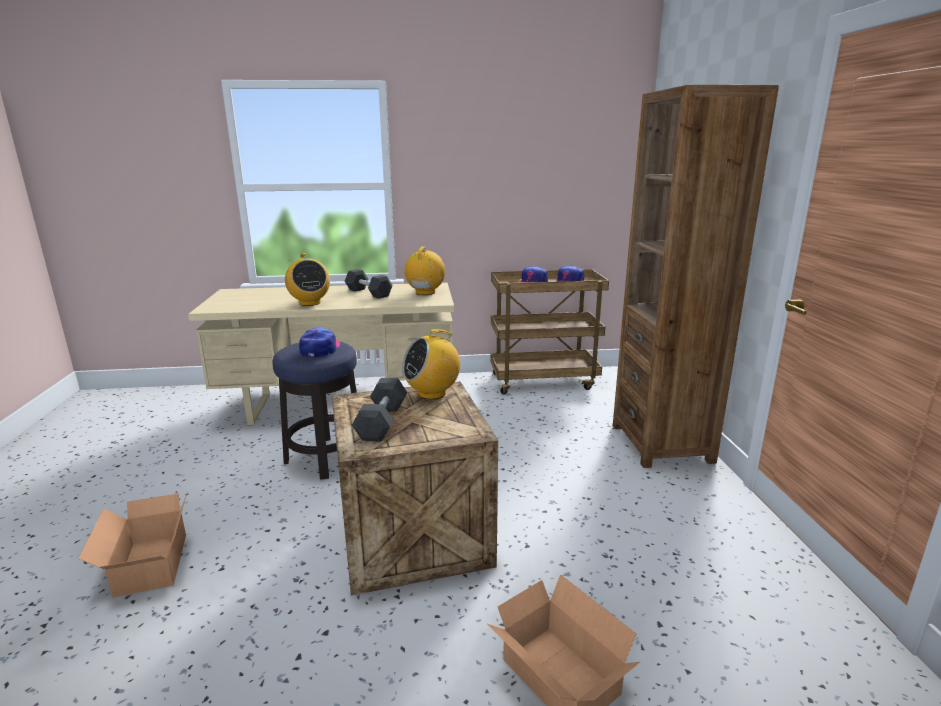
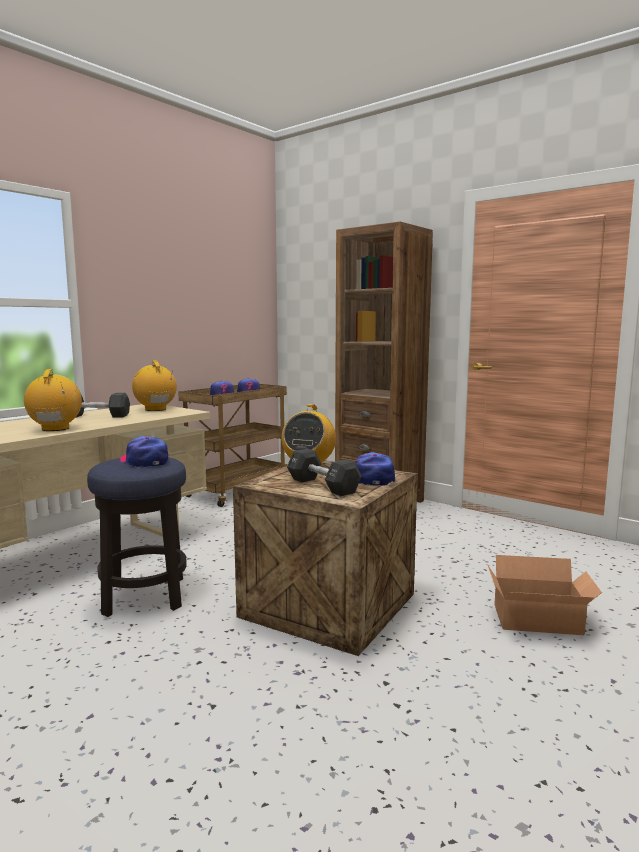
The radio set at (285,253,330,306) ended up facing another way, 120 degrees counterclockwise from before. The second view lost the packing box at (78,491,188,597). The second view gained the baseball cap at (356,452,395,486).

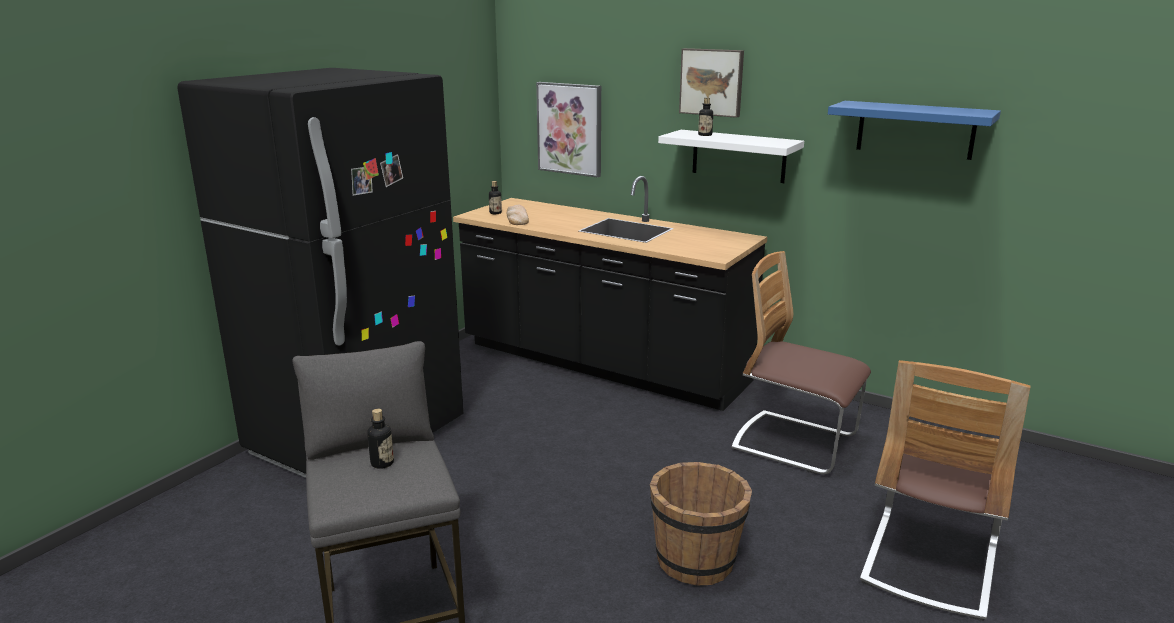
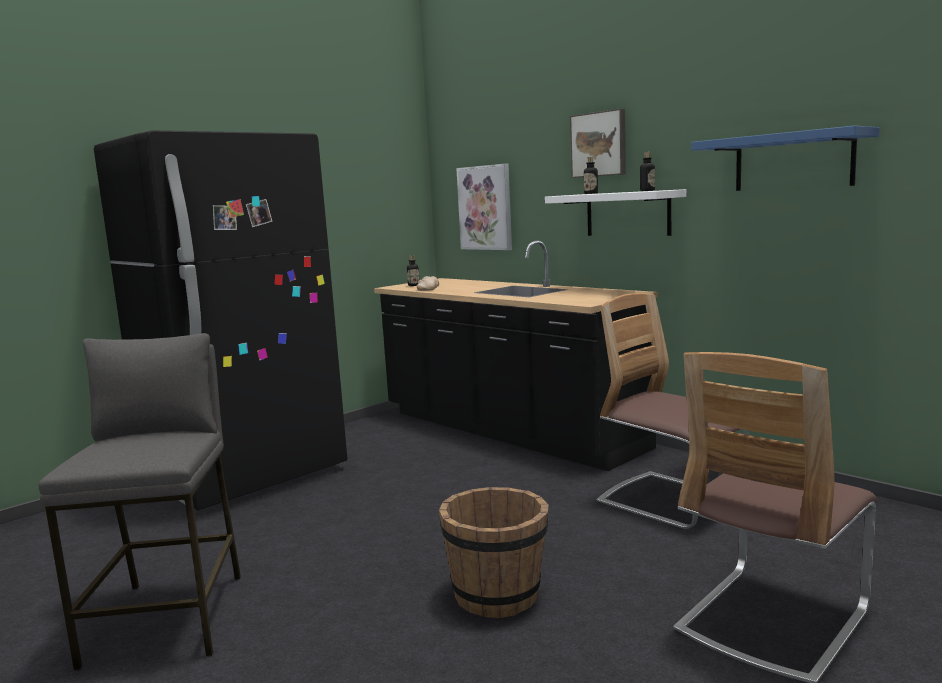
The drink bottle ended up elsewhere, having gone from (367,409,394,469) to (640,152,655,191).

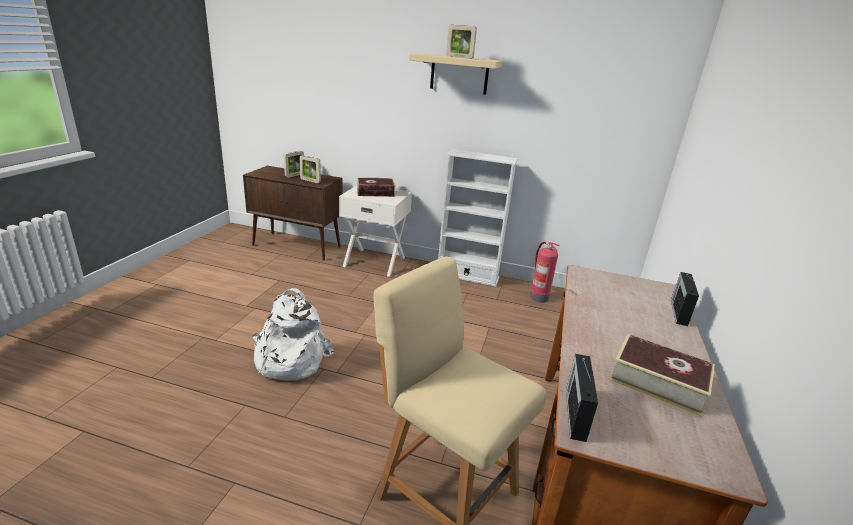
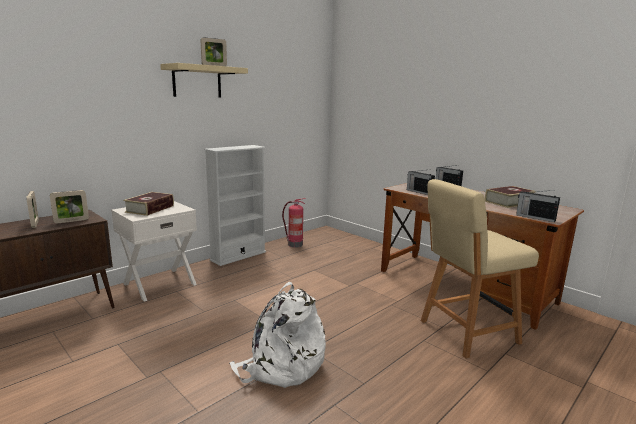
The second view gained the radio set at (407,170,435,195).

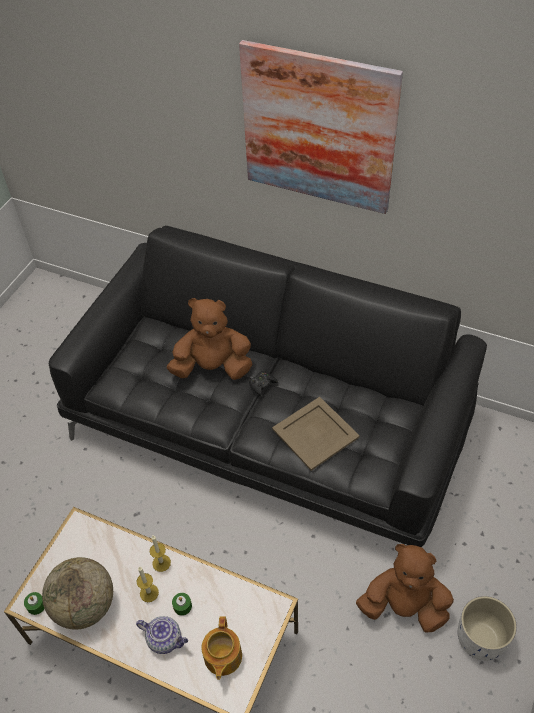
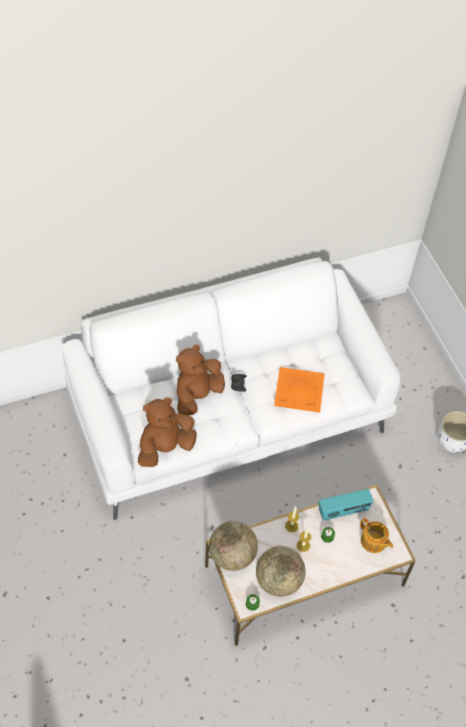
The second view lost the picture at (239,40,403,214). What was the black settee at (49,226,487,547) turned into the white-coloured settee at (62,258,401,520). What was the beige-coloured tray at (272,397,360,471) turned into the orange tray at (274,367,325,413). The brown soft toy ended up elsewhere, having gone from (356,544,454,633) to (138,397,197,467). The second view lost the teapot at (136,616,188,654). The second view gained the radio set at (319,489,373,521). The second view gained the world globe at (209,521,258,571).

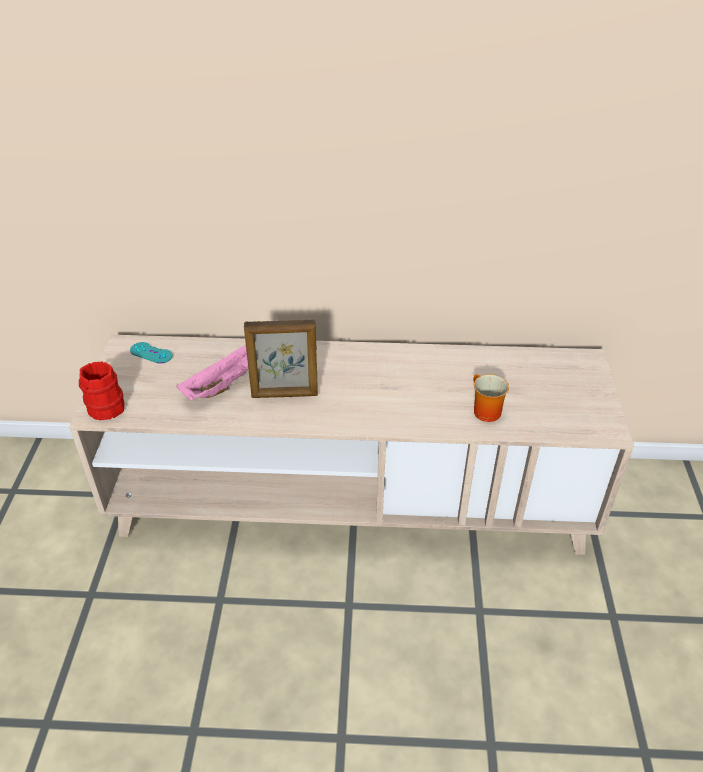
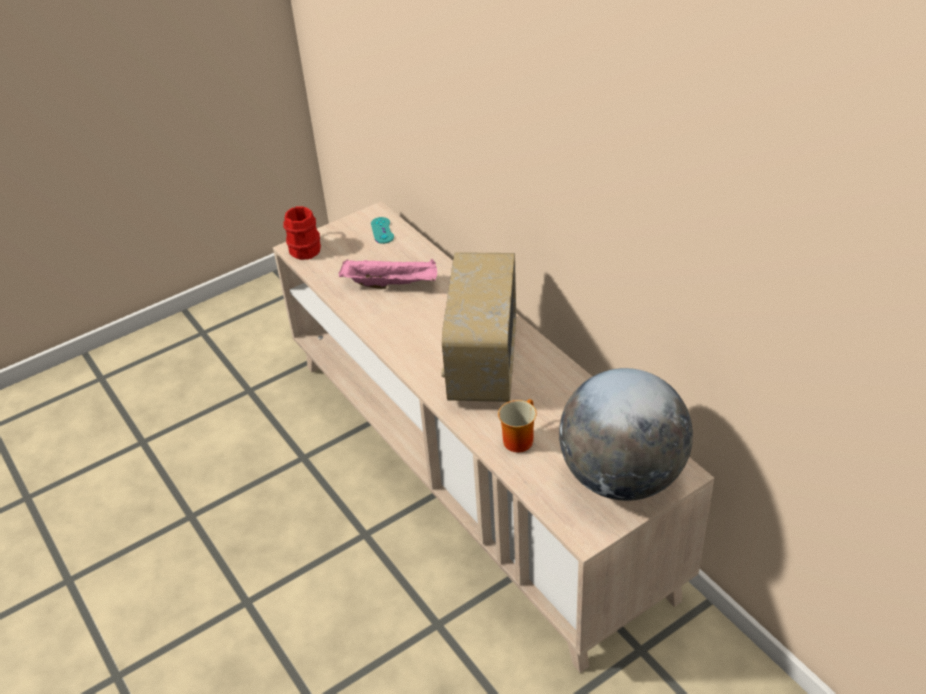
The second view lost the picture frame at (244,320,318,398). The second view gained the radio set at (441,252,516,402). The second view gained the world globe at (559,368,693,501).

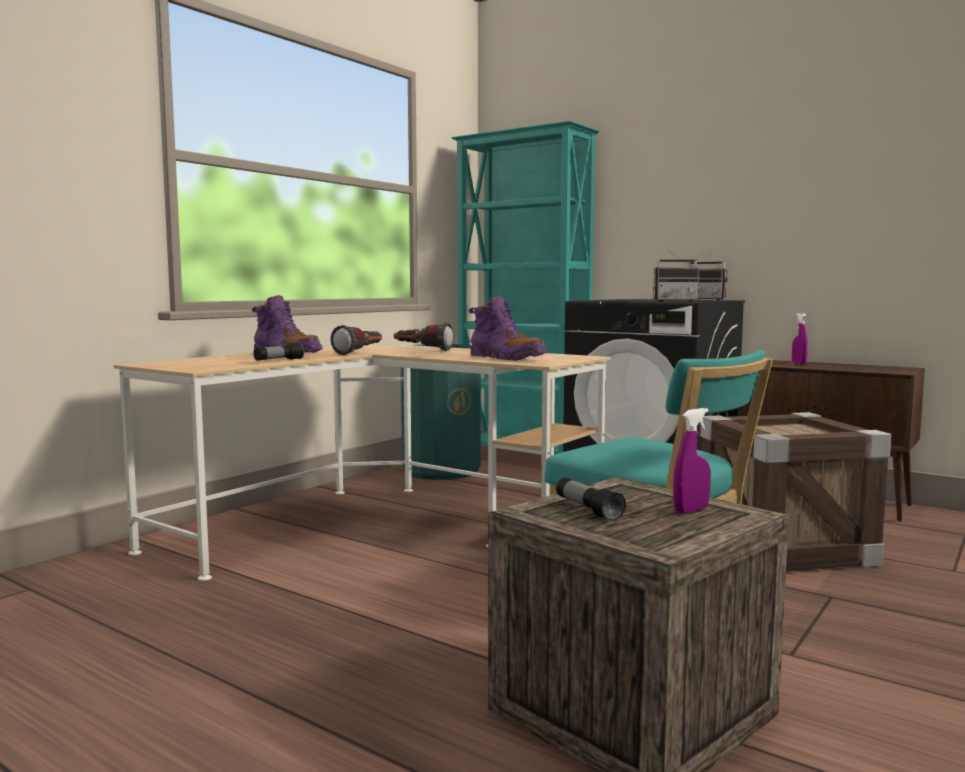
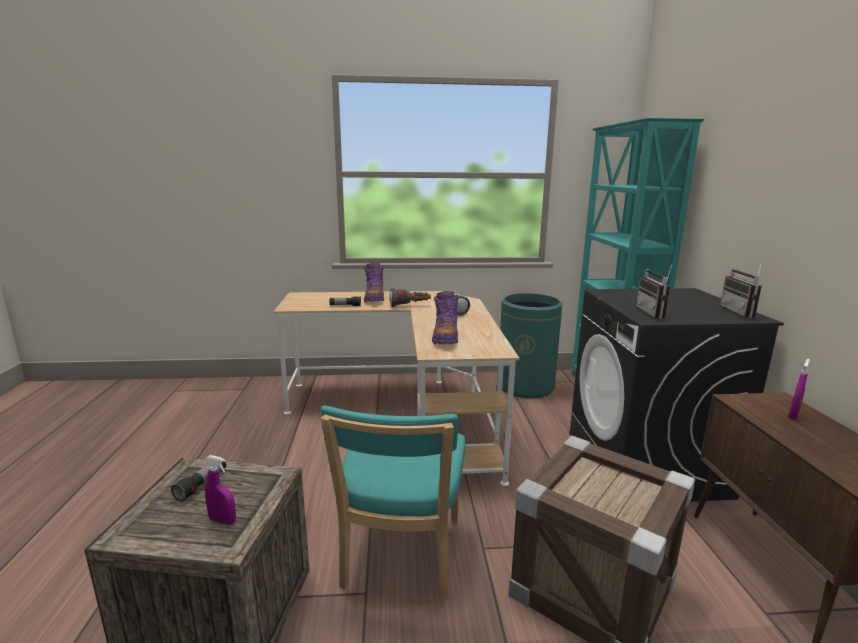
The radio set at (653,249,700,302) ended up facing another way, 45 degrees clockwise from before.

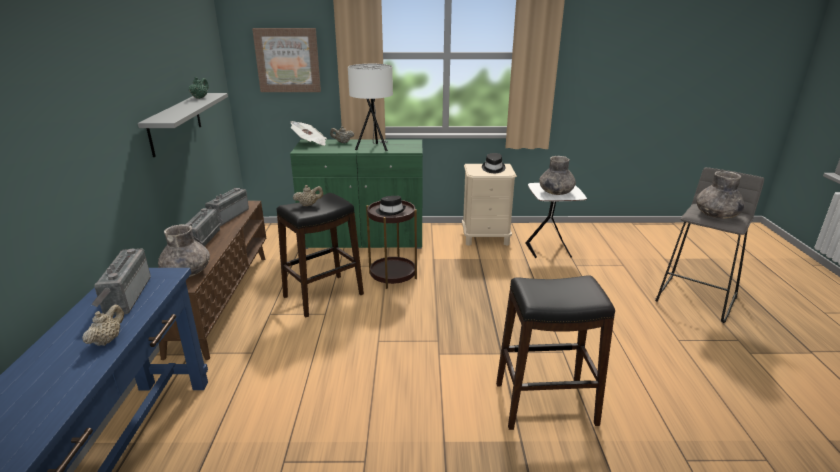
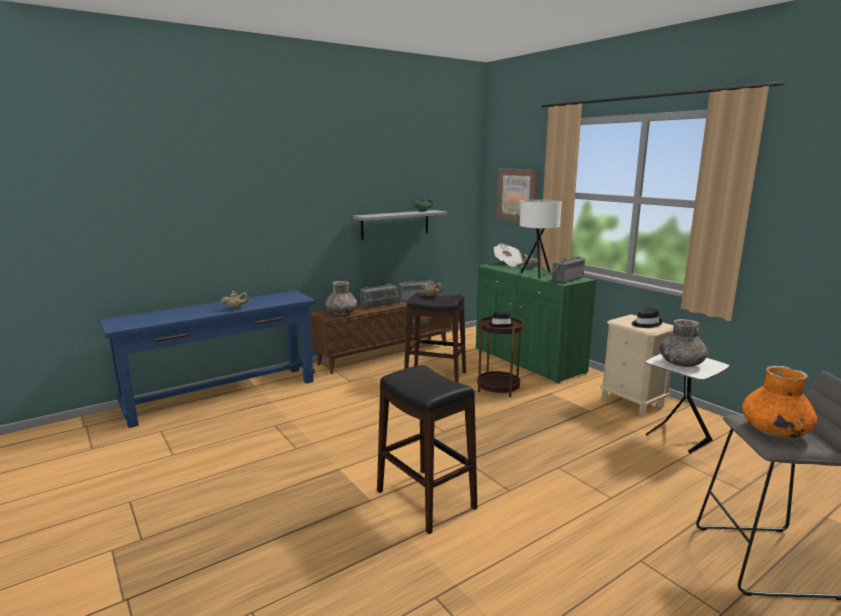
What was the gray vase at (696,171,745,219) turned into the orange vase at (742,366,817,439). The radio set ended up elsewhere, having gone from (92,248,151,316) to (549,256,585,283).

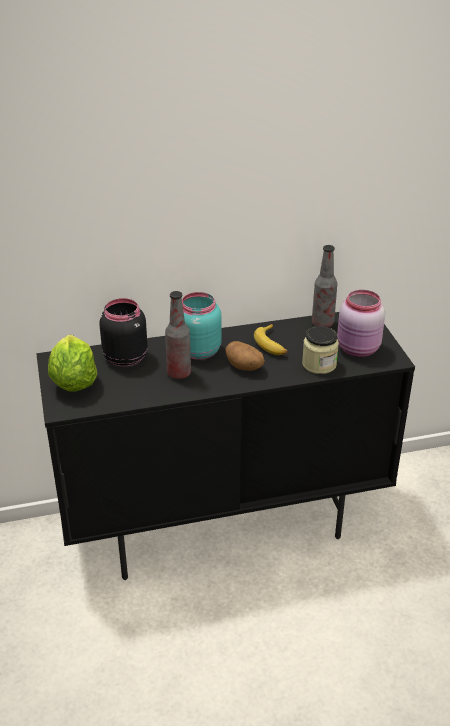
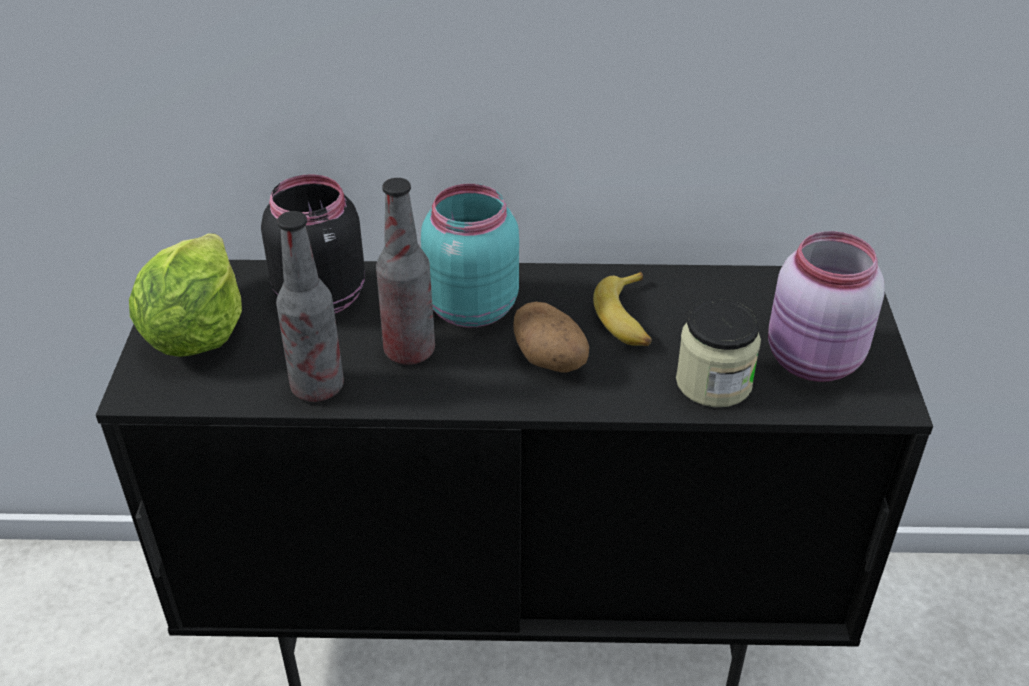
The drink bottle ended up elsewhere, having gone from (312,245,337,327) to (276,211,344,402).

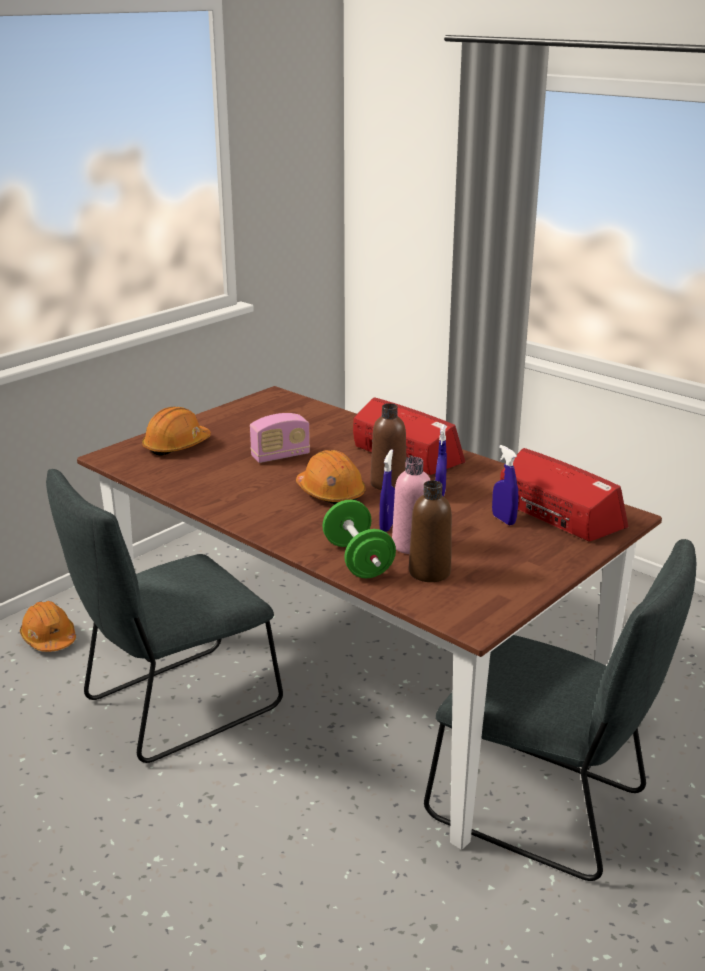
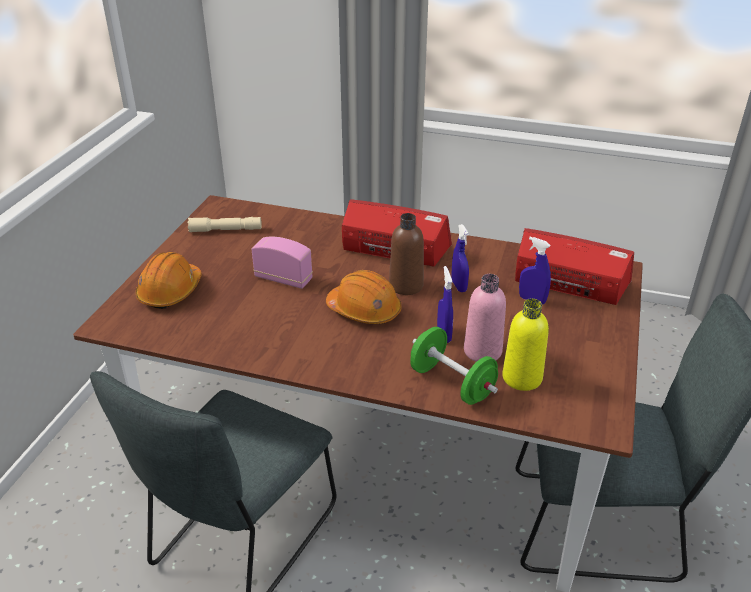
The radio set at (250,413,310,463) ended up facing another way, 105 degrees counterclockwise from before. What was the brown drink bottle at (409,480,452,582) turned into the yellowish drink bottle at (502,298,549,391). The second view lost the orange safety helmet at (20,601,76,652). The second view gained the beige-coloured torch at (188,217,262,232).

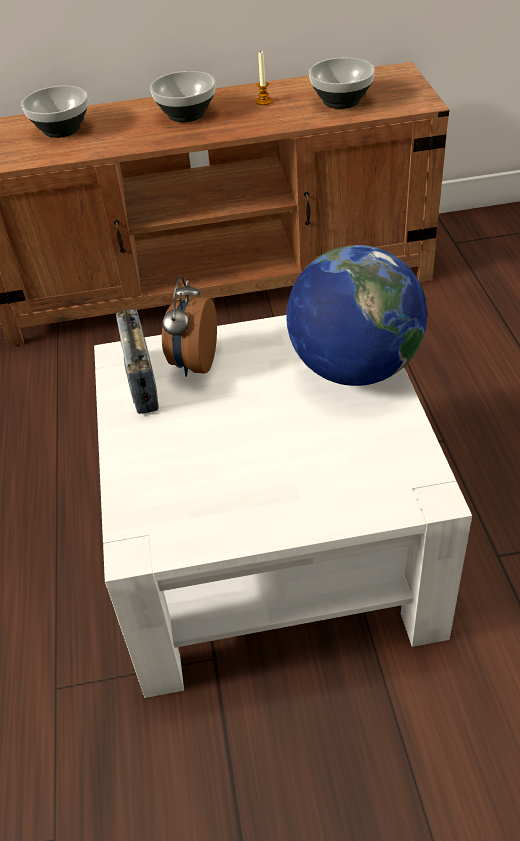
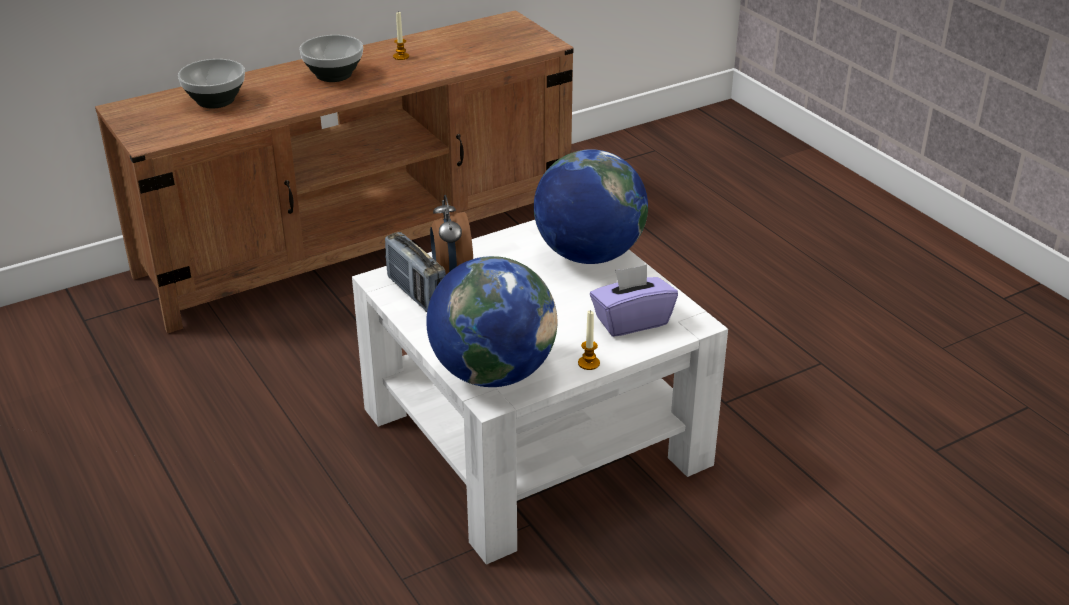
The second view lost the deep dish at (309,57,375,109). The second view gained the world globe at (426,256,557,387). The second view gained the purple tissue holder at (590,264,678,337). The second view gained the wax light at (578,310,600,370).

